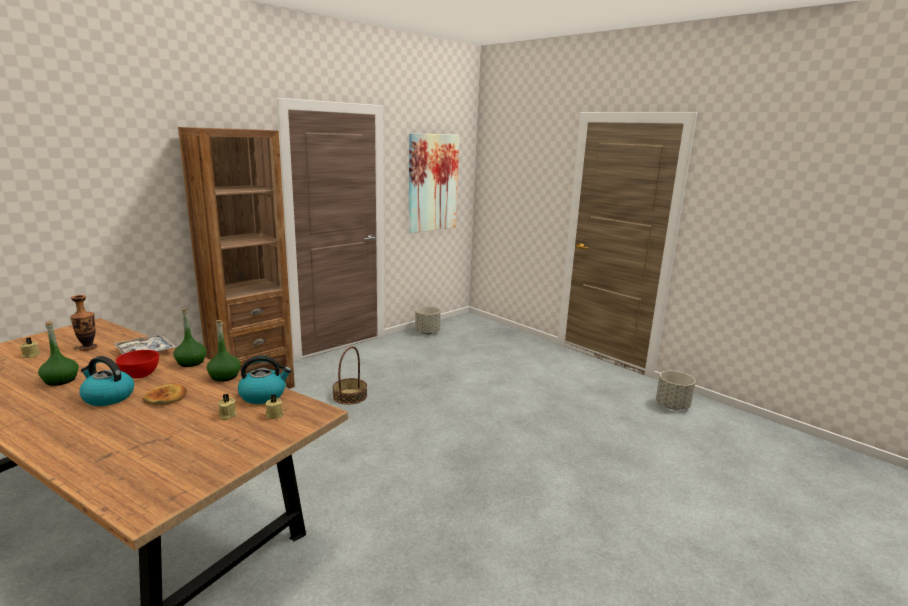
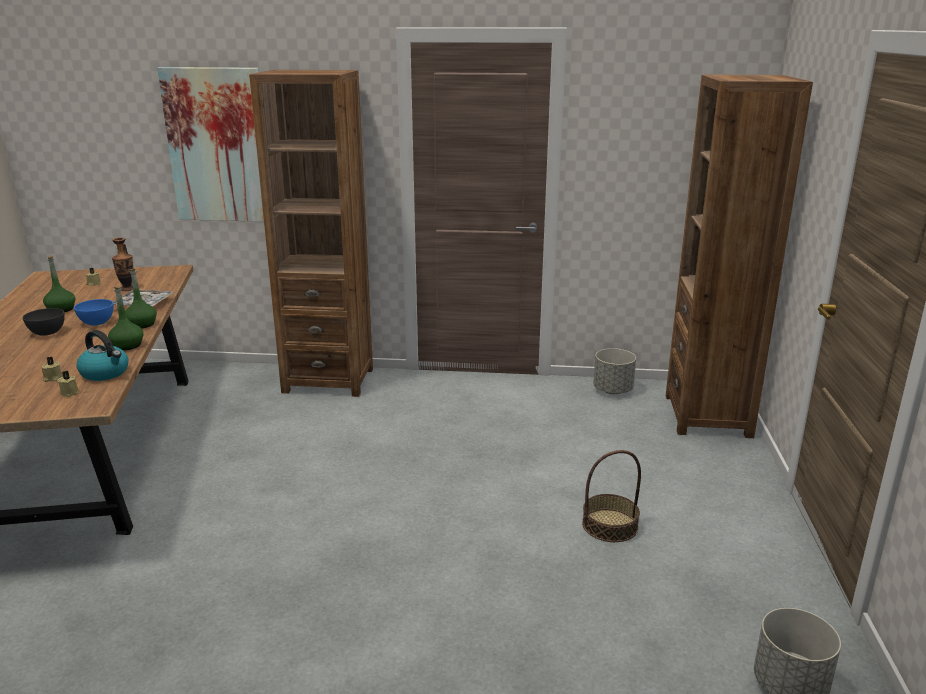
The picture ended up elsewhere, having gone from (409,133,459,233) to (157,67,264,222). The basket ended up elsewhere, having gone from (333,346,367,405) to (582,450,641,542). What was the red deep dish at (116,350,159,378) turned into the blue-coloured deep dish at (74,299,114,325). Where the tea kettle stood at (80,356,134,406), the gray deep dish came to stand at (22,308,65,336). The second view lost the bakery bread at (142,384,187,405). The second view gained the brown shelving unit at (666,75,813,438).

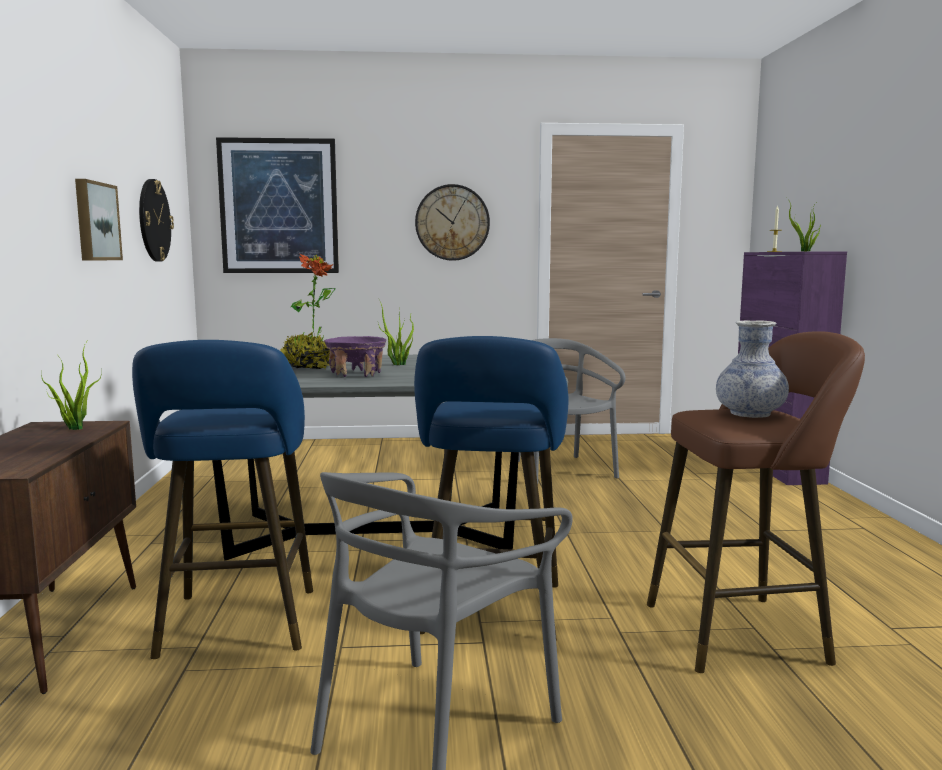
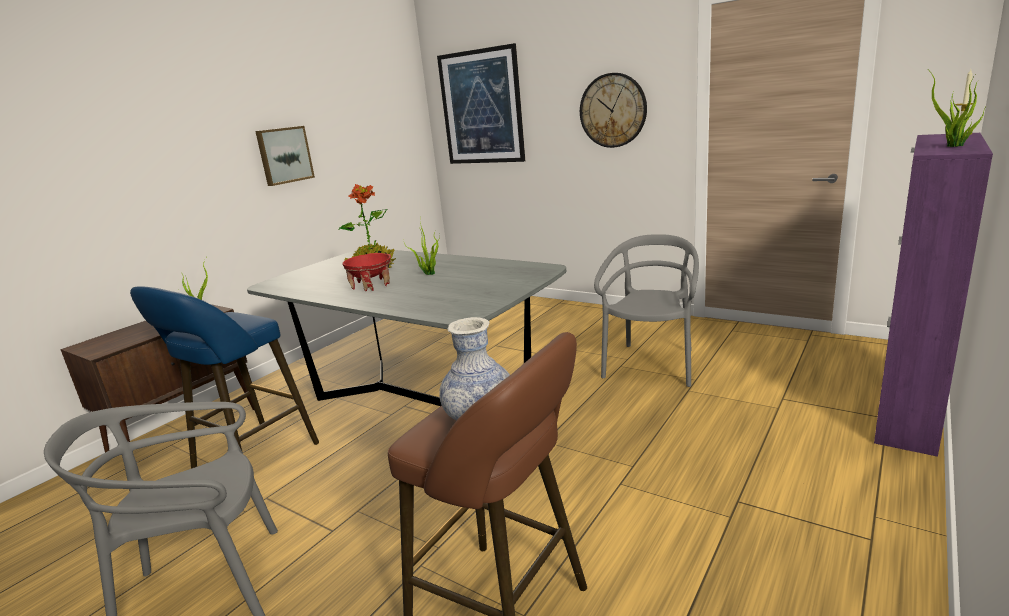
The second view lost the wall clock at (139,179,174,262). What was the purple deep dish at (324,336,386,377) turned into the red deep dish at (342,253,391,291). The second view lost the blue-coloured sitting stool at (414,336,569,641).

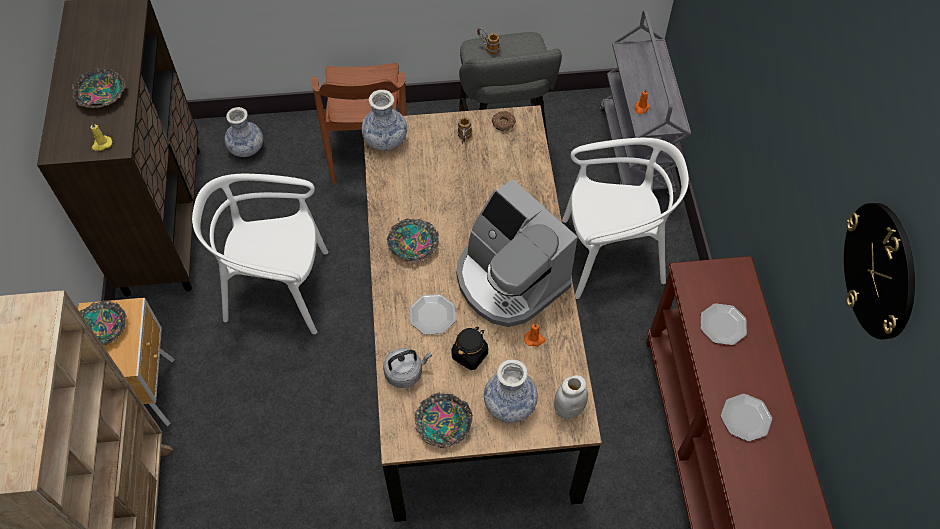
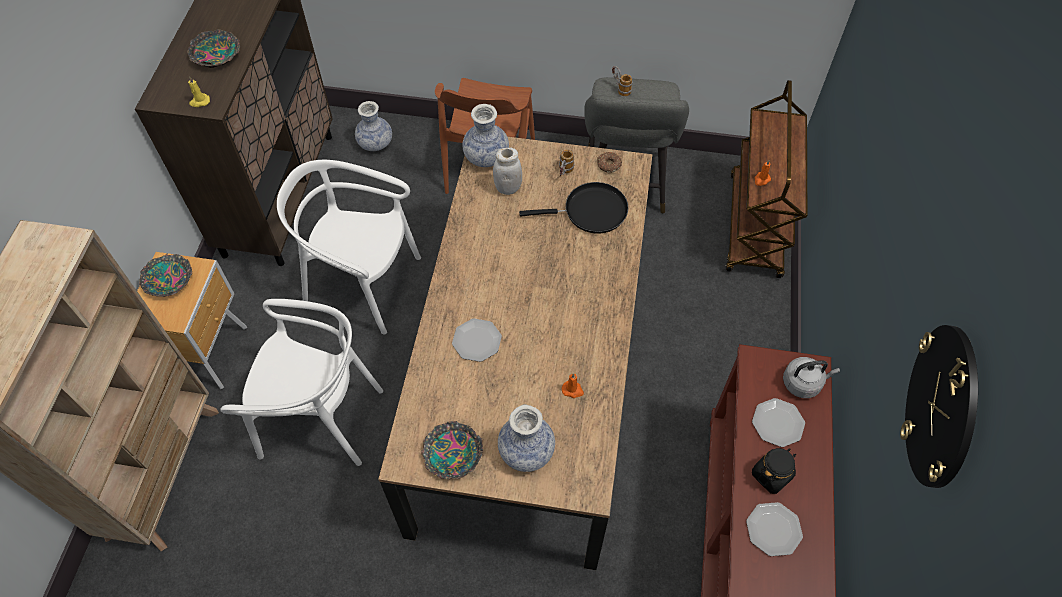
What was the gray cart at (600,10,691,196) turned into the brown cart at (725,80,807,278). The white-coloured plain chair ended up elsewhere, having gone from (562,138,689,299) to (220,299,383,466). The second view lost the coffee brewer at (456,179,577,327). The second view lost the deep dish at (387,219,439,262). The black storage jar ended up elsewhere, having gone from (451,327,488,370) to (752,448,796,494). The gray tea kettle ended up elsewhere, having gone from (383,348,432,388) to (783,357,840,398). The white-coloured storage jar ended up elsewhere, having gone from (554,375,588,419) to (493,148,522,195). The second view gained the black skillet at (519,182,628,233).

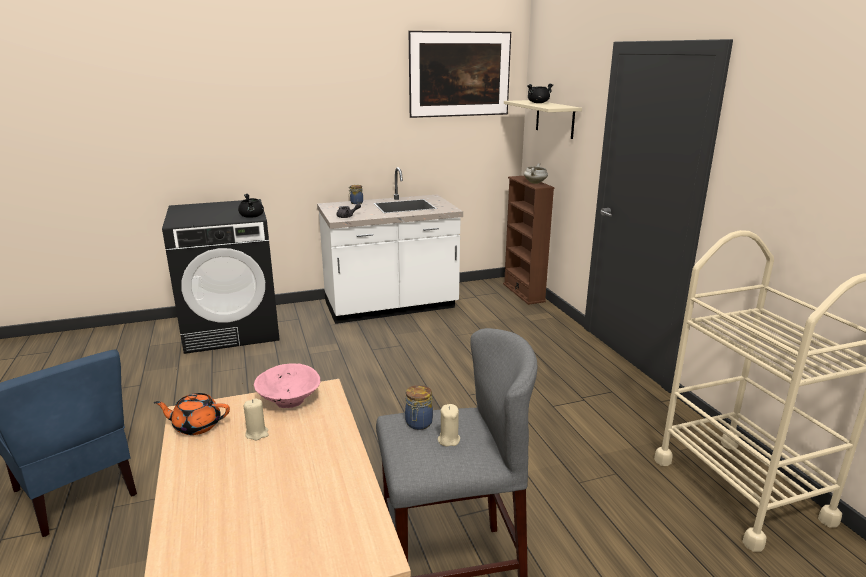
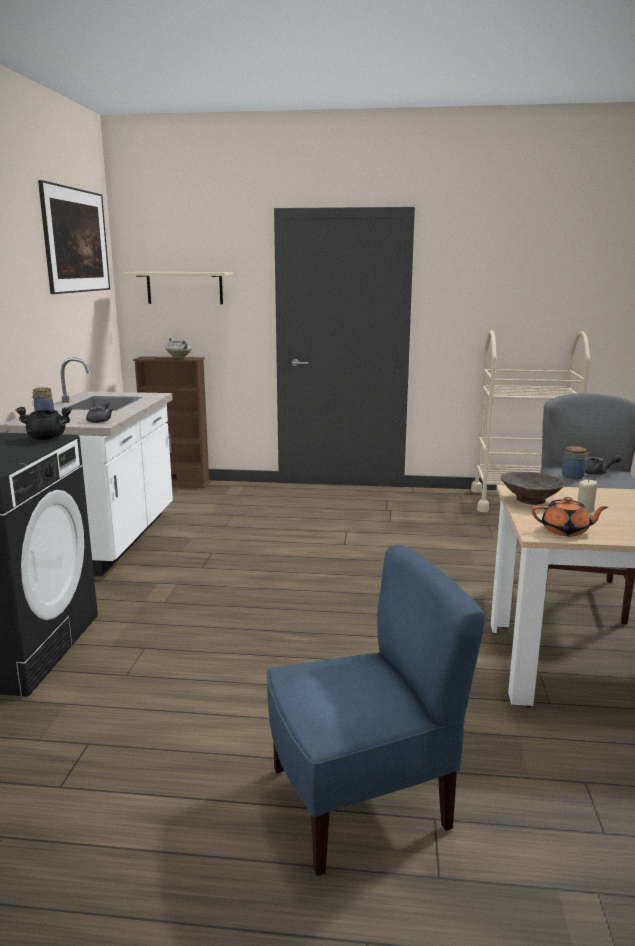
The second view lost the black saucepot at (527,83,553,103). What was the pinkish deep dish at (254,363,321,408) turned into the brown deep dish at (501,472,566,505). The orange teapot at (154,393,230,435) ended up facing another way, 105 degrees counterclockwise from before. Where the beige-coloured wax light stood at (438,404,460,447), the gray teapot came to stand at (585,455,622,475).

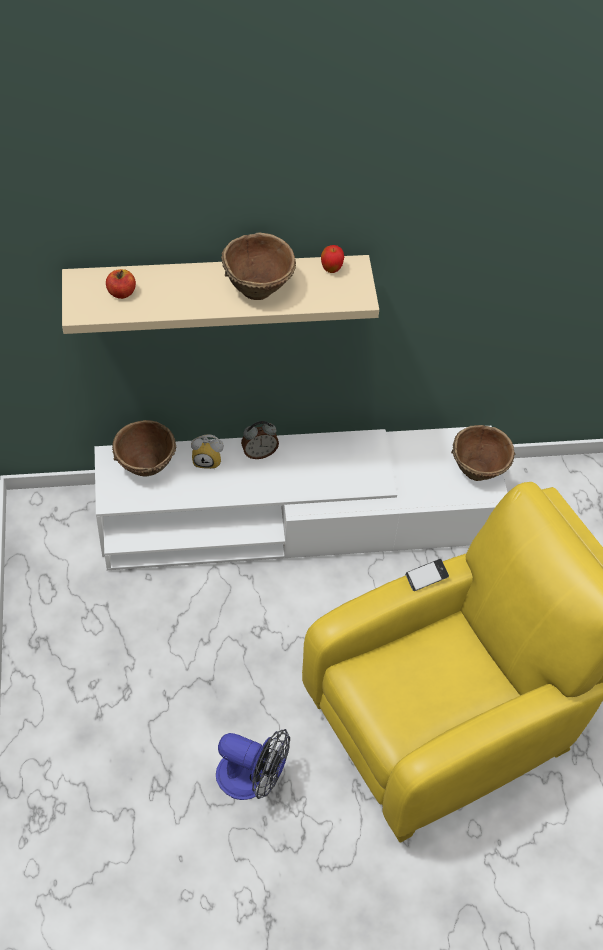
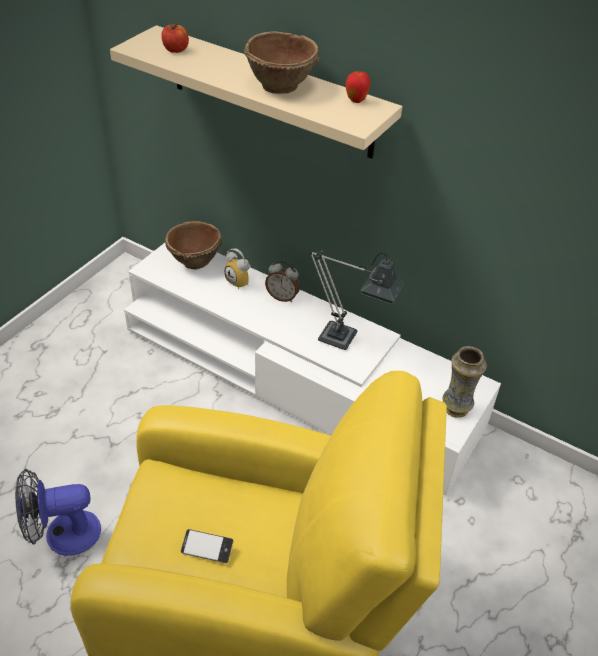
Where the brown deep dish stood at (451,425,515,481), the vase came to stand at (442,346,487,418). The handset ended up elsewhere, having gone from (405,559,449,591) to (181,529,233,563). The electric fan at (216,729,290,800) ended up facing another way, 105 degrees clockwise from before. The second view gained the lamp for a table at (309,250,405,350).

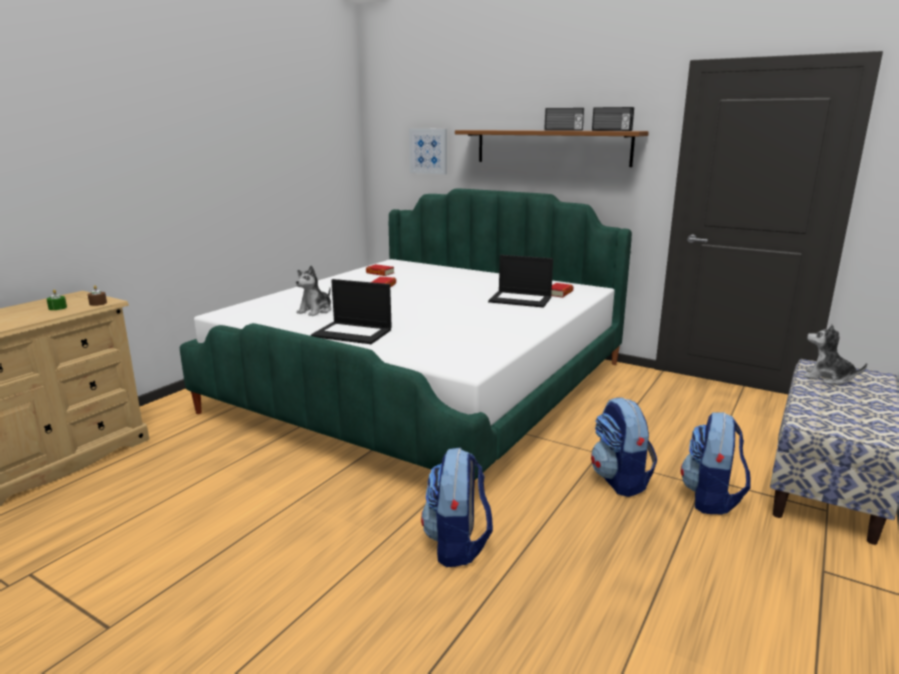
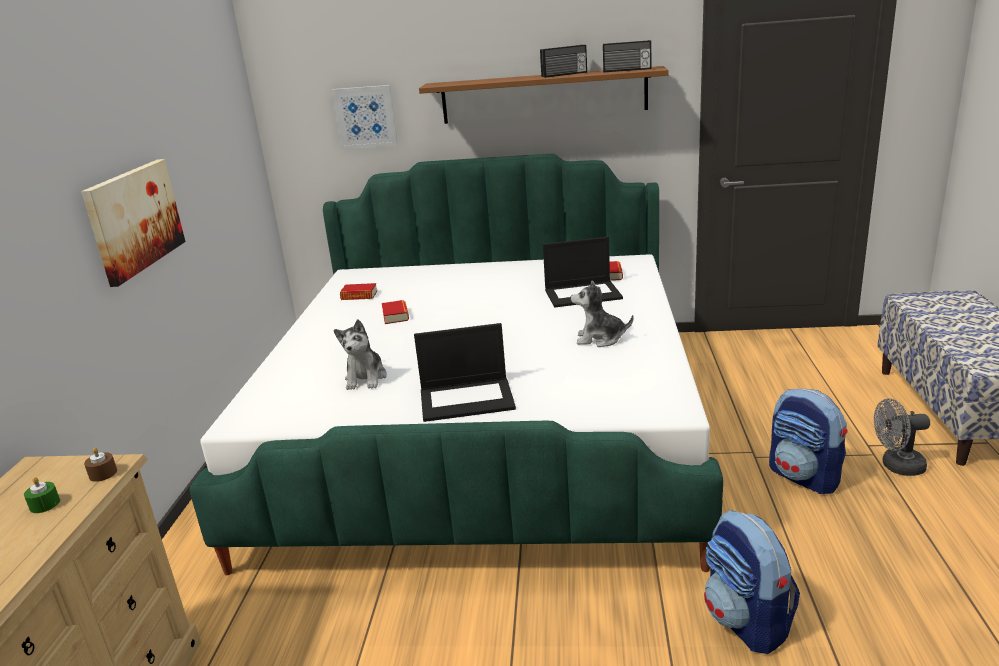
The soft toy ended up elsewhere, having gone from (804,324,867,385) to (571,281,634,347). Where the backpack stood at (681,412,751,515), the gray electric fan came to stand at (874,399,930,476). The second view gained the picture at (81,159,185,287).

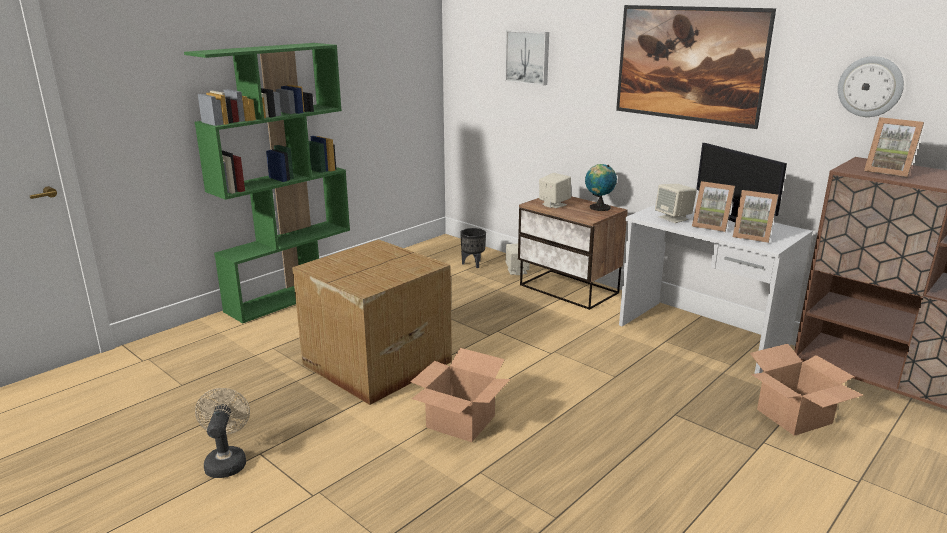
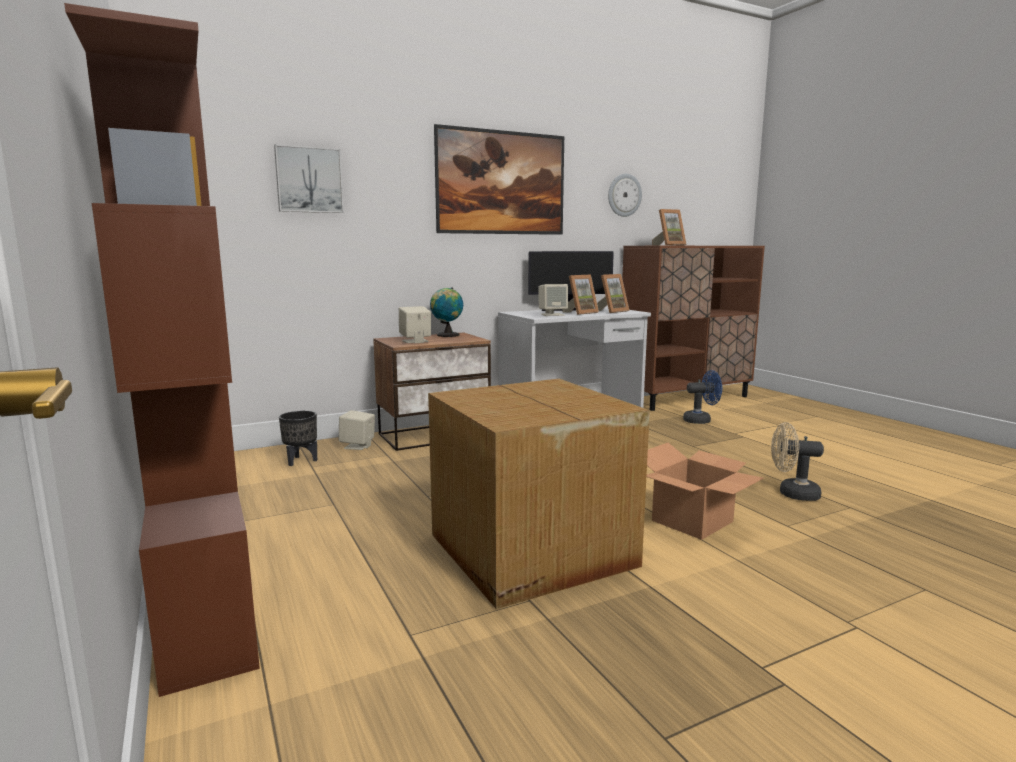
What was the green shelving unit at (184,43,350,323) turned into the brown shelving unit at (64,3,260,697). Where the packing box stood at (750,344,863,436), the blue-coloured electric fan came to stand at (683,370,722,424). The beige-coloured electric fan ended up elsewhere, having gone from (195,388,250,478) to (771,422,824,501).

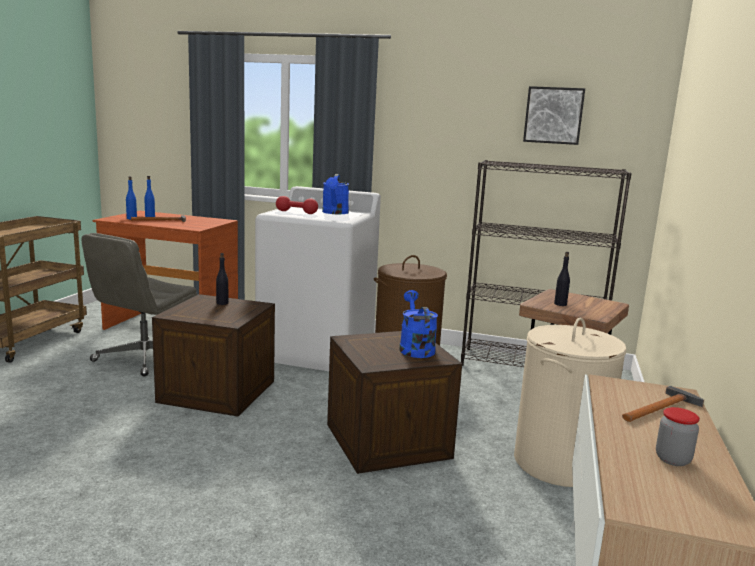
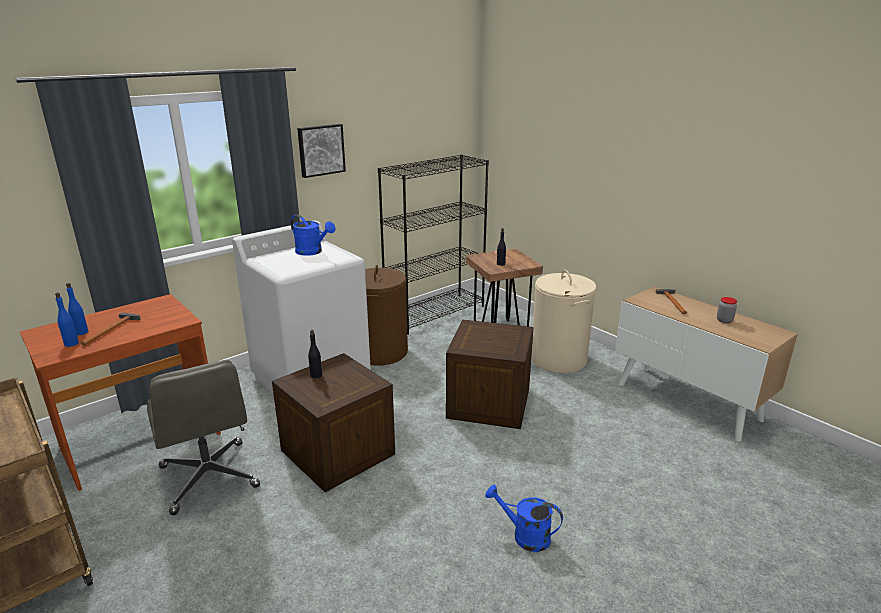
The picture ended up elsewhere, having gone from (523,86,585,145) to (297,124,346,178). The second view lost the red free weight at (276,196,318,214). The blue-coloured watering can ended up elsewhere, having gone from (399,290,438,358) to (485,485,563,552).

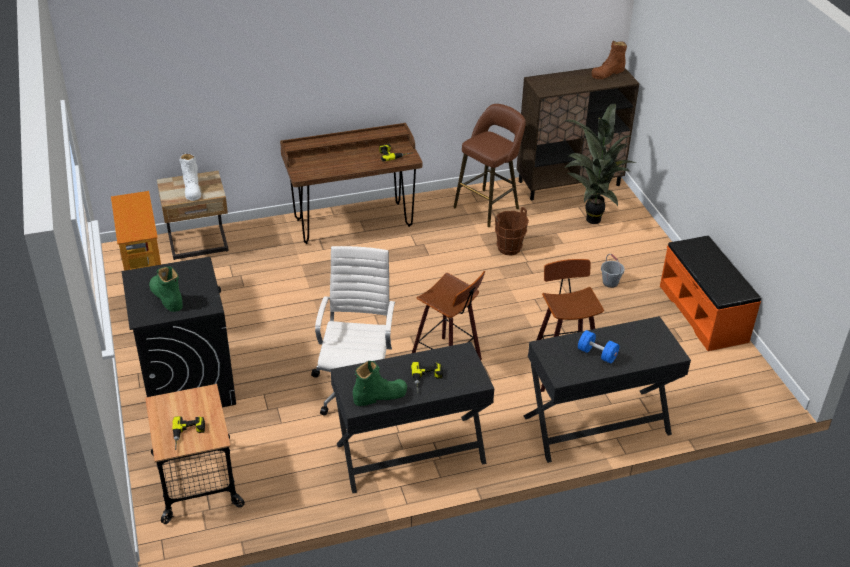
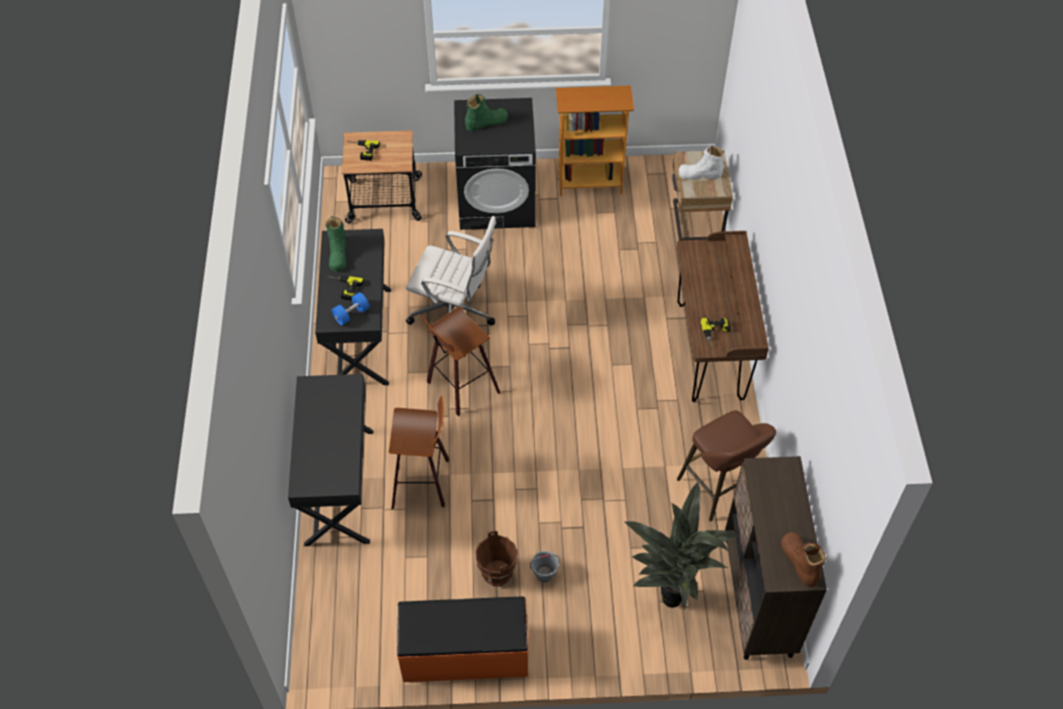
The brown bucket ended up elsewhere, having gone from (495,207,529,256) to (475,531,518,586). The blue-coloured free weight ended up elsewhere, having gone from (578,330,620,364) to (332,292,370,325).

